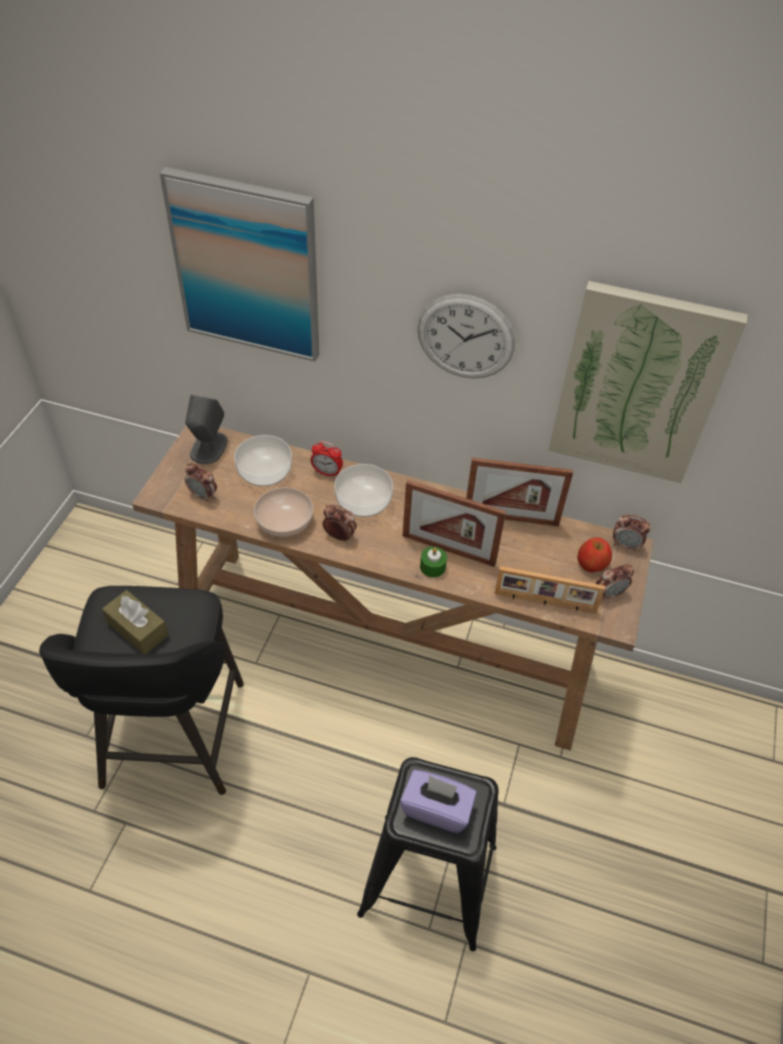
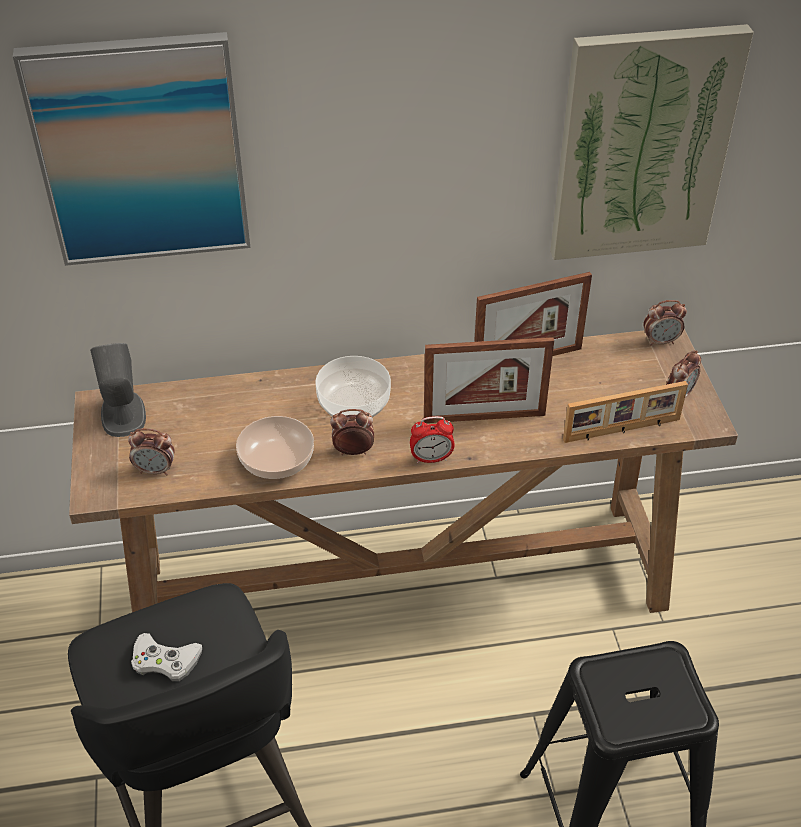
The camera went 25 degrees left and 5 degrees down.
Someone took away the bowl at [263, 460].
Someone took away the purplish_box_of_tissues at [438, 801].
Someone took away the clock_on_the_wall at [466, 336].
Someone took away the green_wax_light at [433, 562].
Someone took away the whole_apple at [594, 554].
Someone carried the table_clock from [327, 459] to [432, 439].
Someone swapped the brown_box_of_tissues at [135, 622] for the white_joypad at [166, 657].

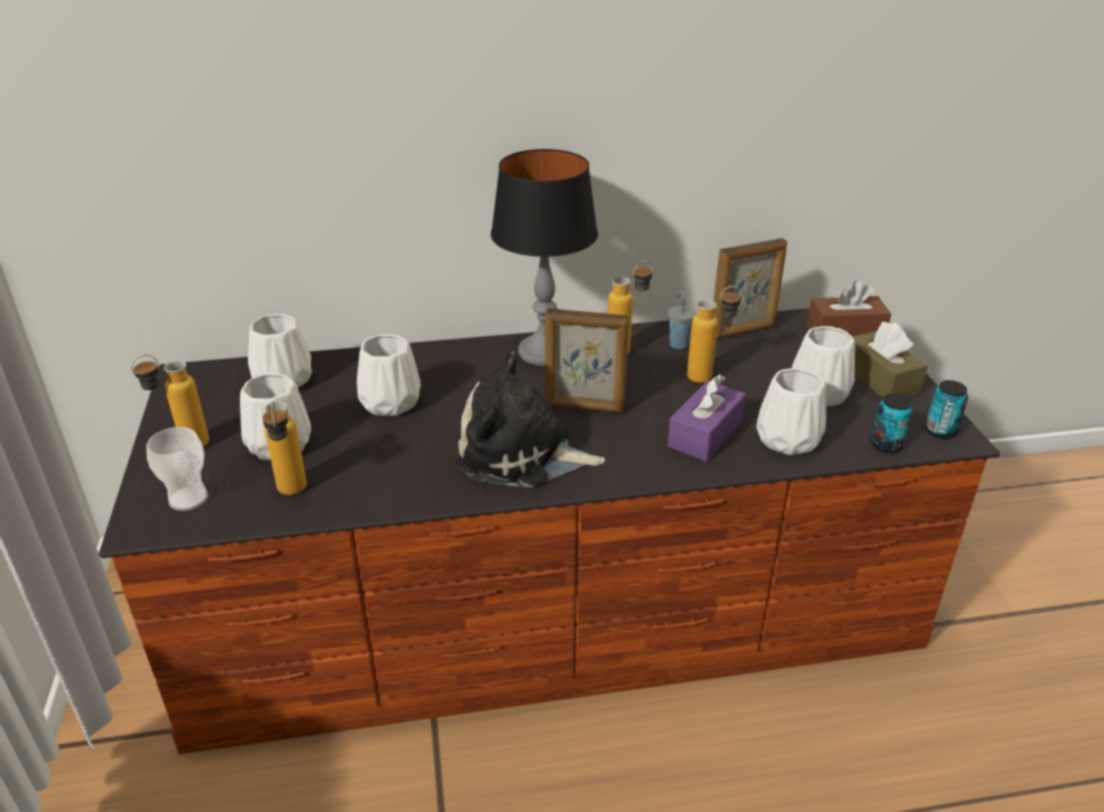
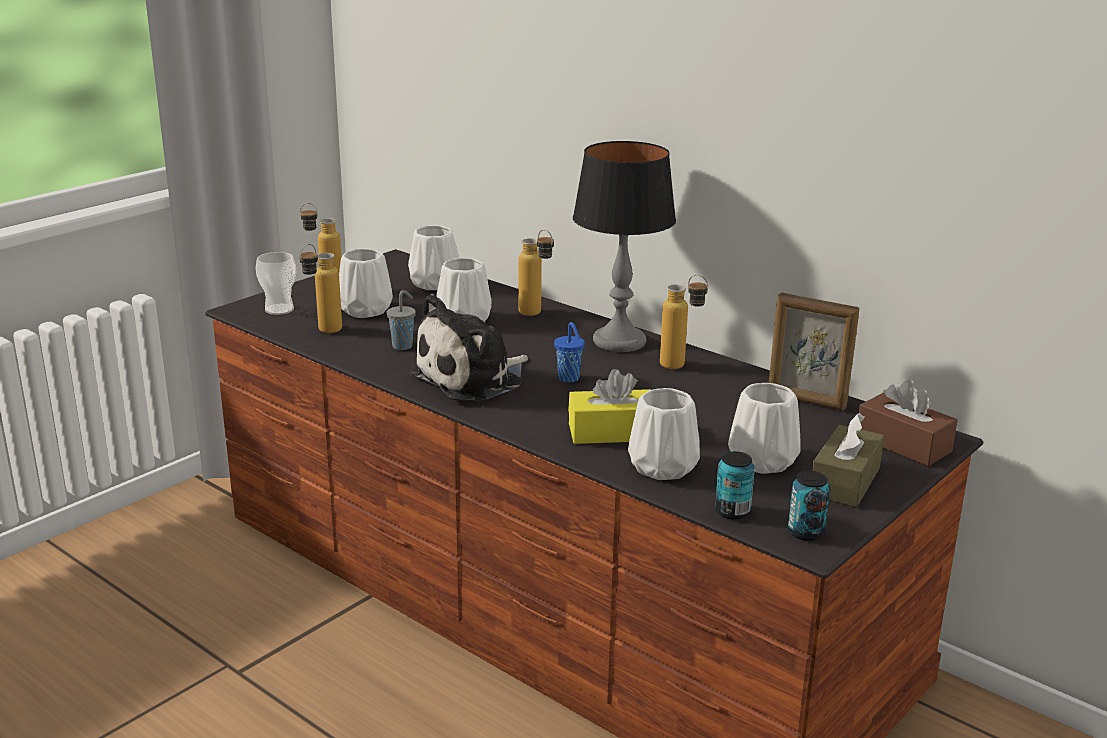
The camera went 50 degrees right and 10 degrees down.
Someone carried the gray_drinking_cup from [682, 320] to [401, 320].
Someone carried the bottle from [715, 334] to [536, 272].
Someone swapped the picture_frame at [587, 360] for the blue_drinking_cup at [569, 352].
Someone repainted the purplish_box_of_tissues at [707, 417], which became the yellow-coloured_box_of_tissues at [609, 406].
Someone rotated the cuddly_toy at [530, 419] by 105 degrees counterclockwise.

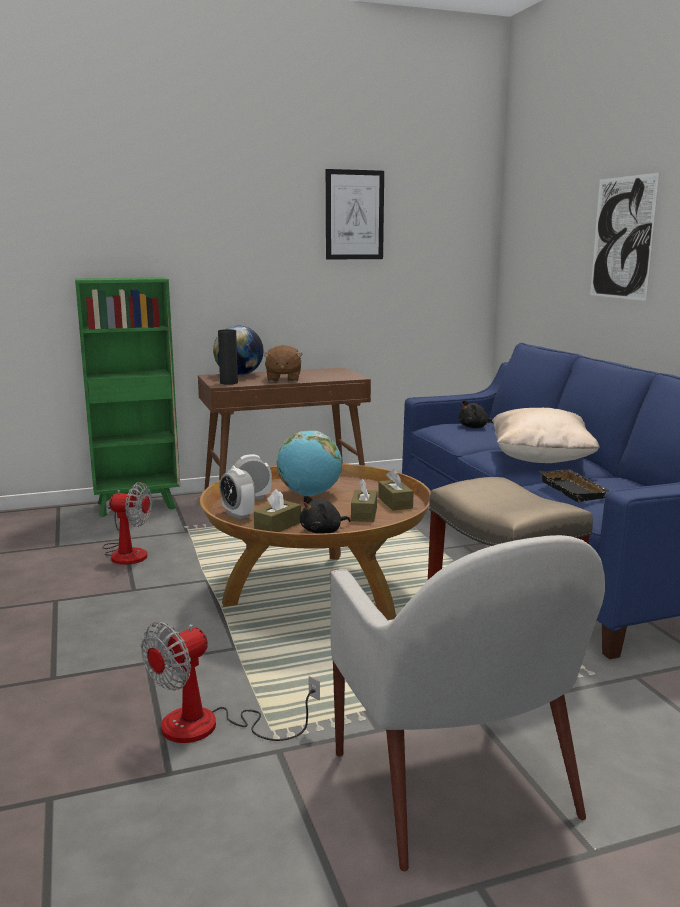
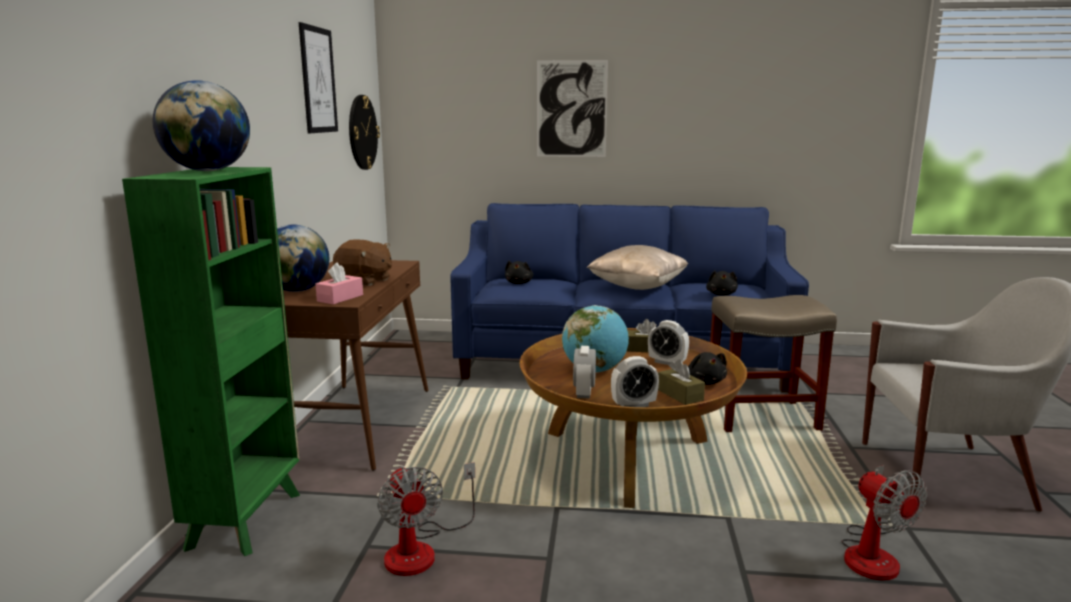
The camera went 65 degrees left and 0 degrees up.
Someone put down the world_globe at [201, 125].
Someone put up the clock_on_the_wall at [364, 132].
Someone swapped the black_decorative_vase at [228, 357] for the pink_box_of_tissues at [339, 284].
Someone swapped the brown_box_of_tissues at [364, 500] for the table_clock at [668, 342].
Someone swapped the black_carrying_tray at [574, 485] for the black_cuddly_toy at [722, 283].
Someone rotated the fan at [127, 523] by 120 degrees clockwise.

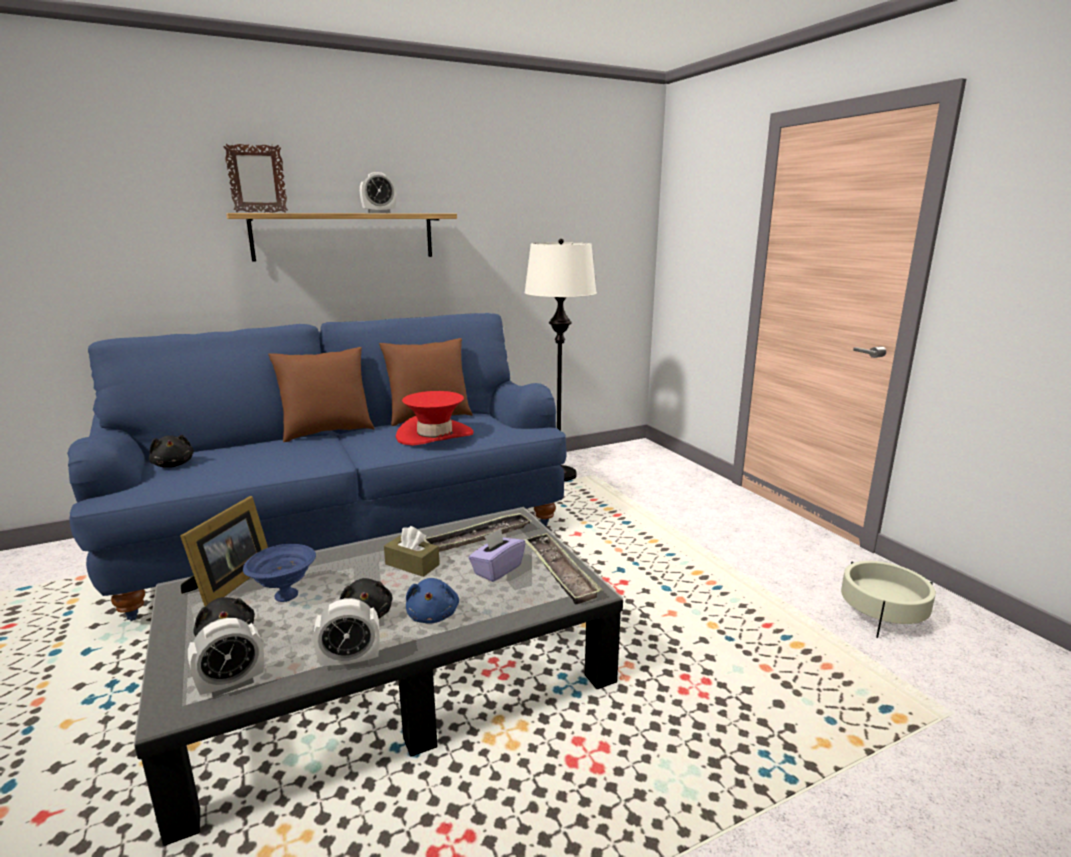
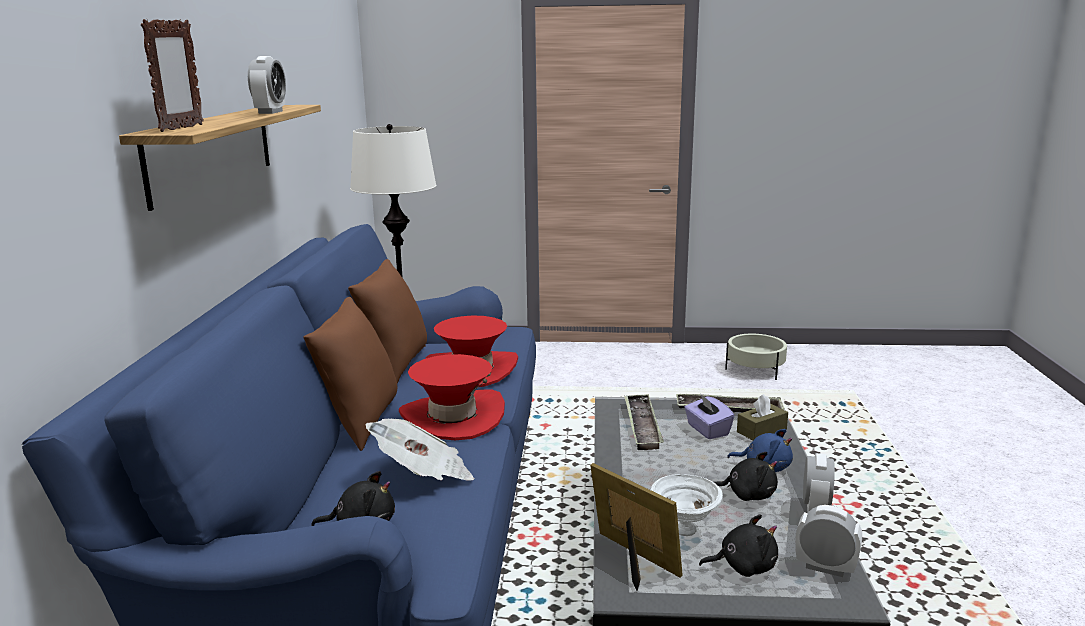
The camera went 60 degrees left and 0 degrees up.
Someone put down the daily_paper at [420, 449].
Someone put down the red_wearable_hat at [452, 397].
Someone carried the brown_box_of_tissues from [412, 551] to [762, 417].
Someone repainted the blue_bowl at [279, 573], which became the white_bowl at [687, 505].
Someone rotated the table_clock at [226, 657] by 60 degrees counterclockwise.

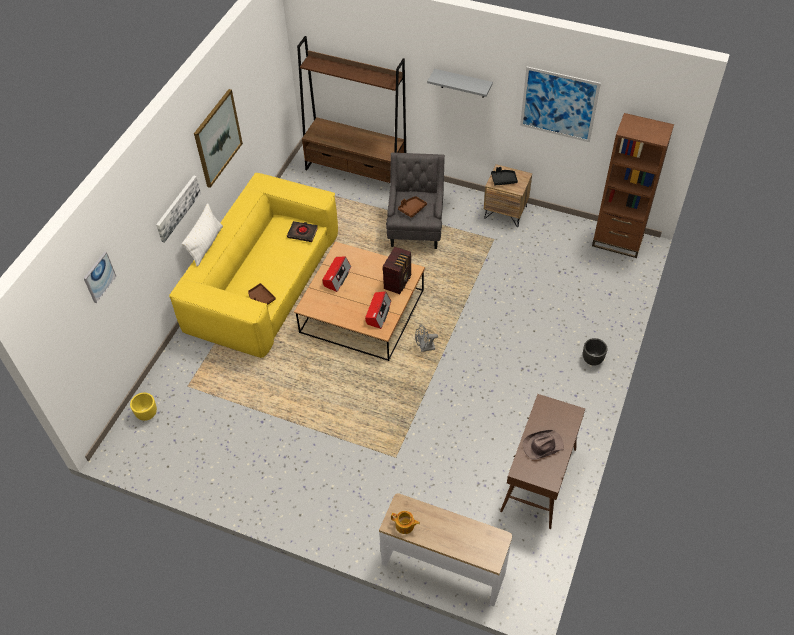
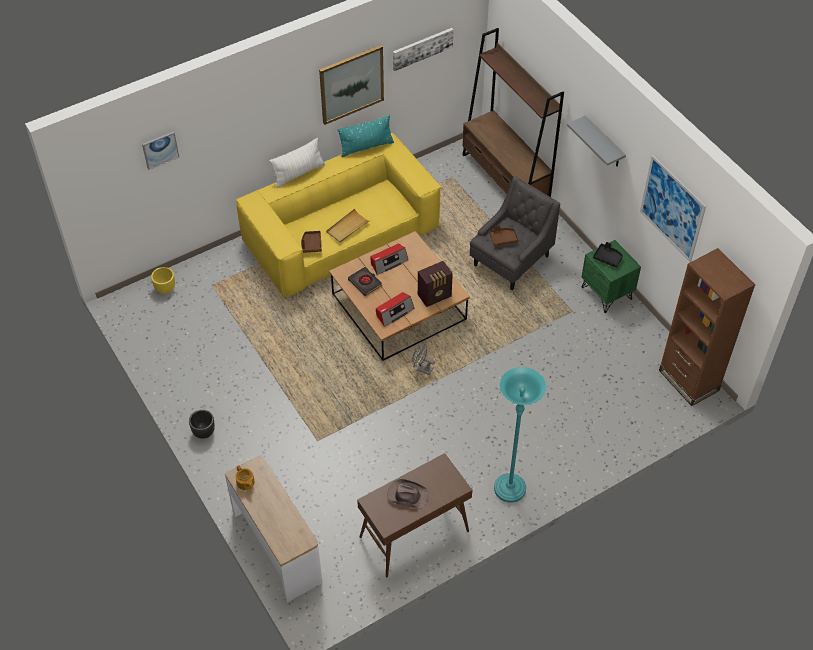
The camera went 35 degrees right and 0 degrees up.
Someone put down the beige_carrying_tray at [347, 226].
Someone put down the blue-green_cushion at [365, 136].
Someone put down the blue-green_standing_lamp at [520, 435].
Someone carried the wall_picture from [178, 209] to [423, 49].
Someone carried the black_bound_book from [302, 231] to [365, 281].
Someone carried the black_planter from [595, 352] to [202, 424].
Someone repainted the brown_nightstand at [508, 195], which became the green_nightstand at [611, 276].

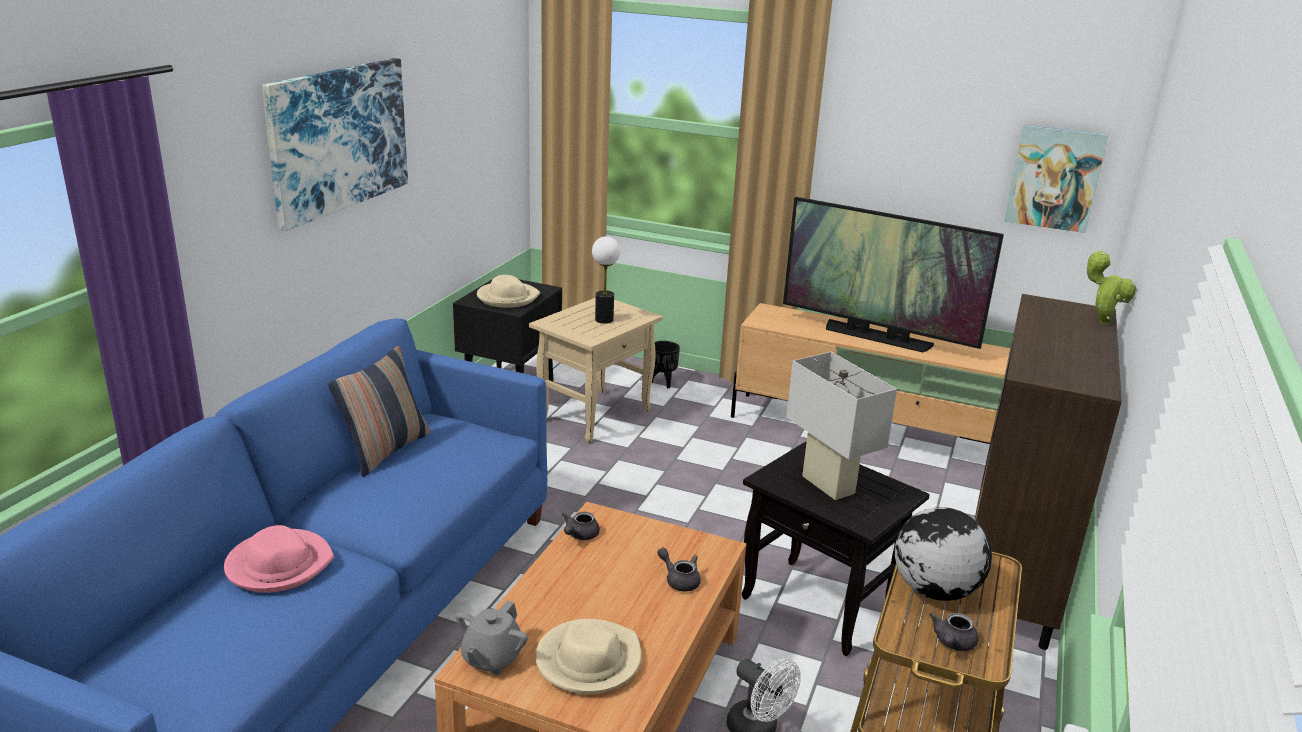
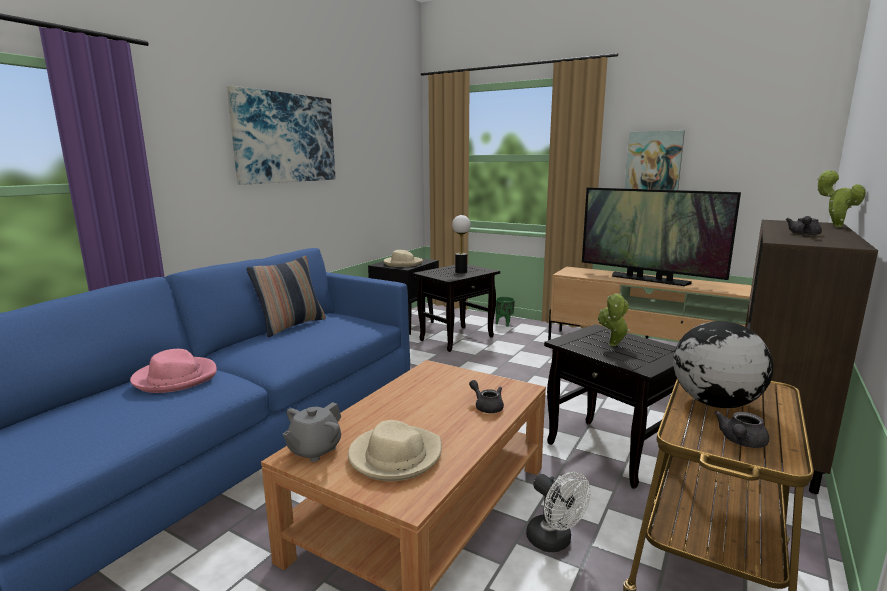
The camera went 10 degrees right and 10 degrees down.
Someone carried the gray_teapot from [581, 526] to [804, 225].
Someone carried the wall_picture from [1056, 178] to [655, 160].
Someone swapped the white_table_lamp at [841, 426] for the potted_plant at [614, 319].
Someone repainted the beige_side_table at [596, 370], which became the black_side_table at [456, 308].
Someone repainted the black_planter at [666, 364], which became the green_planter at [505, 312].

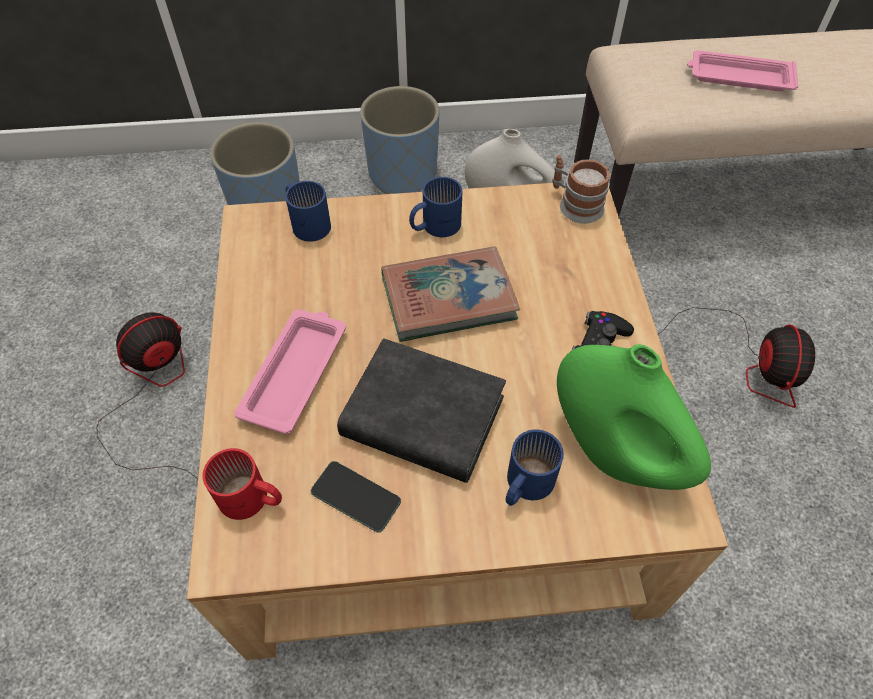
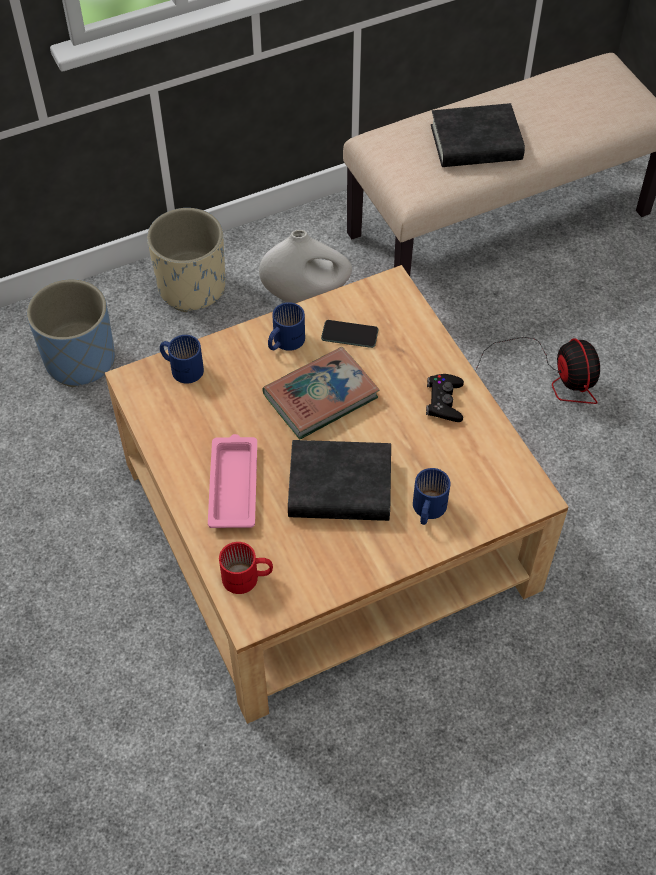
The camera went 20 degrees left and 0 degrees up.
Someone took away the fan at [147, 396].
Someone took away the coffee_mug at [581, 189].
Someone took away the green_decorative_vase at [634, 417].
Someone carried the phone from [356, 496] to [350, 334].
Someone swapped the pink_carrying_tray at [742, 71] for the black_bound_book at [478, 135].
Someone repainted the blue_planter at [399, 140], which became the beige_planter at [186, 260].

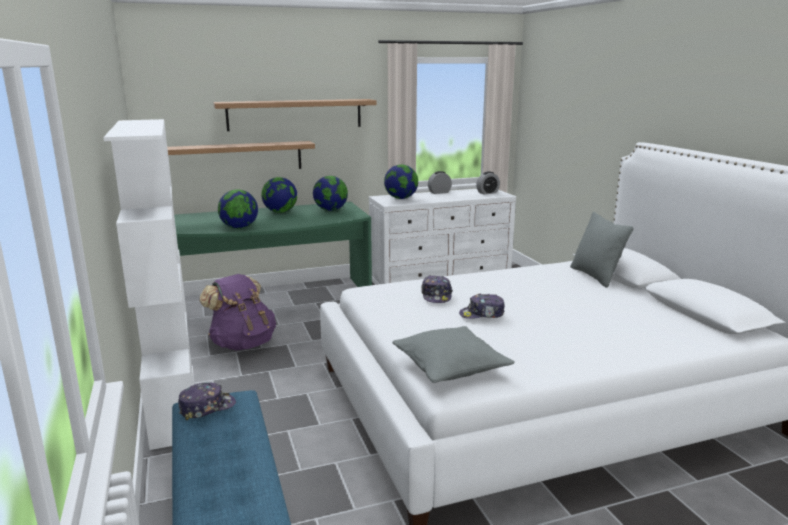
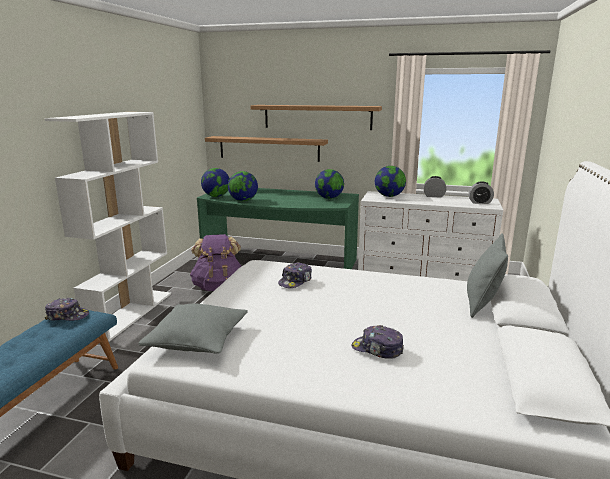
The camera went 35 degrees right and 0 degrees up.
Someone carried the world_globe from [279, 195] to [215, 182].
Someone carried the cap from [482, 306] to [377, 342].

